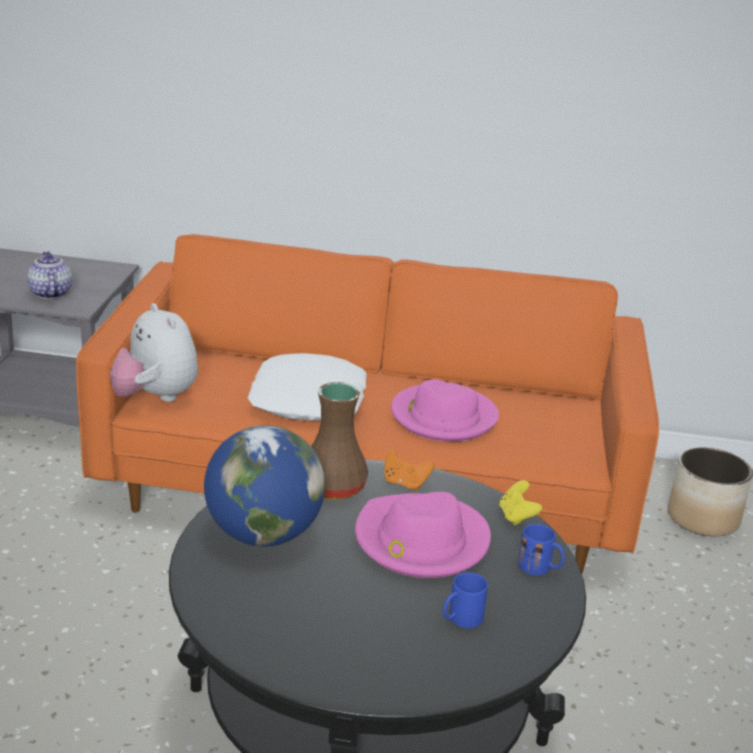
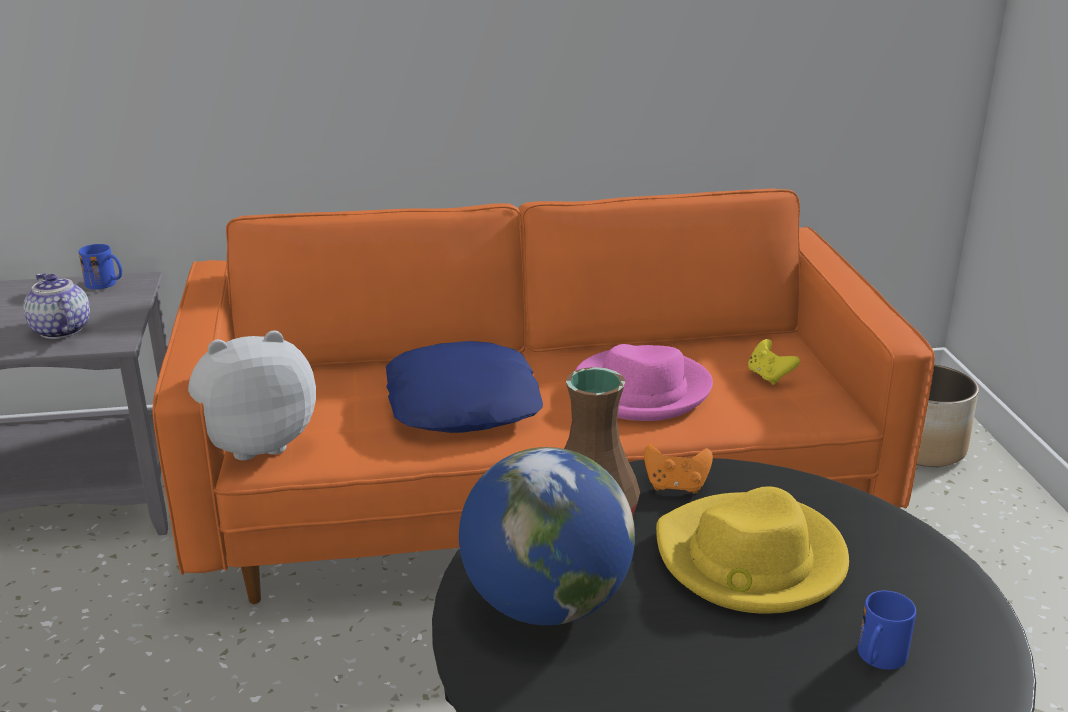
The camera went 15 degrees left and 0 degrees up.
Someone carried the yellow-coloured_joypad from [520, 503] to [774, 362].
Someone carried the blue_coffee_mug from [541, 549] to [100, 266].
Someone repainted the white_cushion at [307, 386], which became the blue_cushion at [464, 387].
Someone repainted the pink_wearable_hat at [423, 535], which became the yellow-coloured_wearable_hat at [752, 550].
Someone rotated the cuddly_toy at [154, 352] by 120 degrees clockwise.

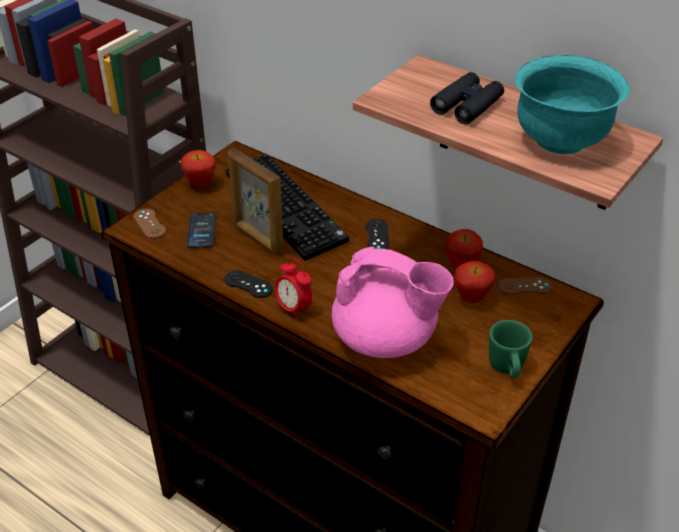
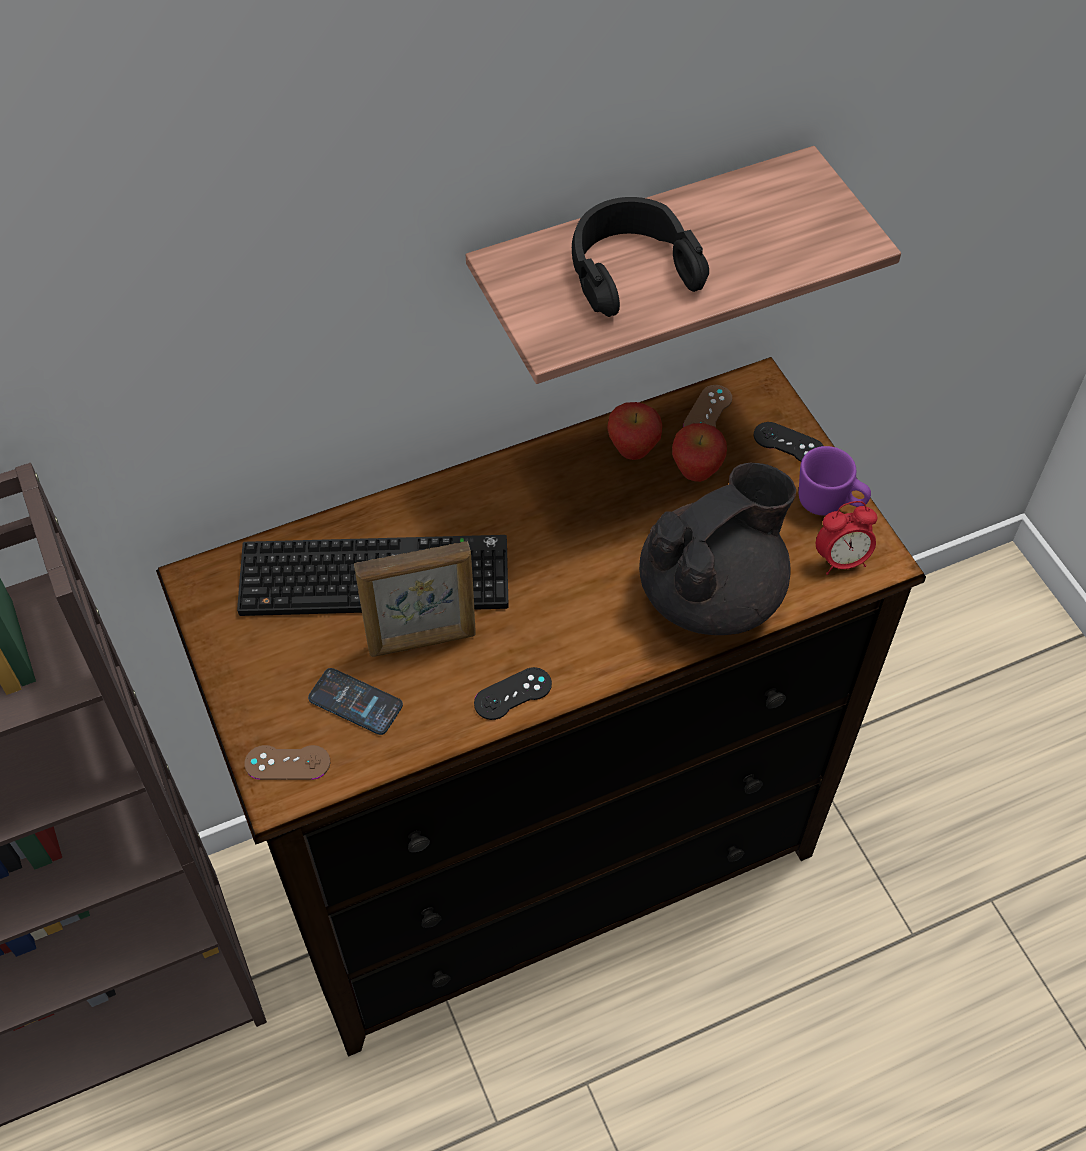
The camera went 60 degrees left and 15 degrees up.
Someone took away the whole_apple at [198, 169].
Someone took away the blue-green_bowl at [572, 104].
Someone carried the table_clock from [293, 289] to [846, 538].
Someone carried the black_joypad from [378, 234] to [788, 442].
Someone swapped the black_binoculars at [467, 98] for the black_headphones at [640, 257].
Someone repainted the pink_teapot at [393, 302], which became the black_teapot at [717, 548].
Someone repainted the green_coffee_mug at [511, 349], which became the purplish_coffee_mug at [835, 480].

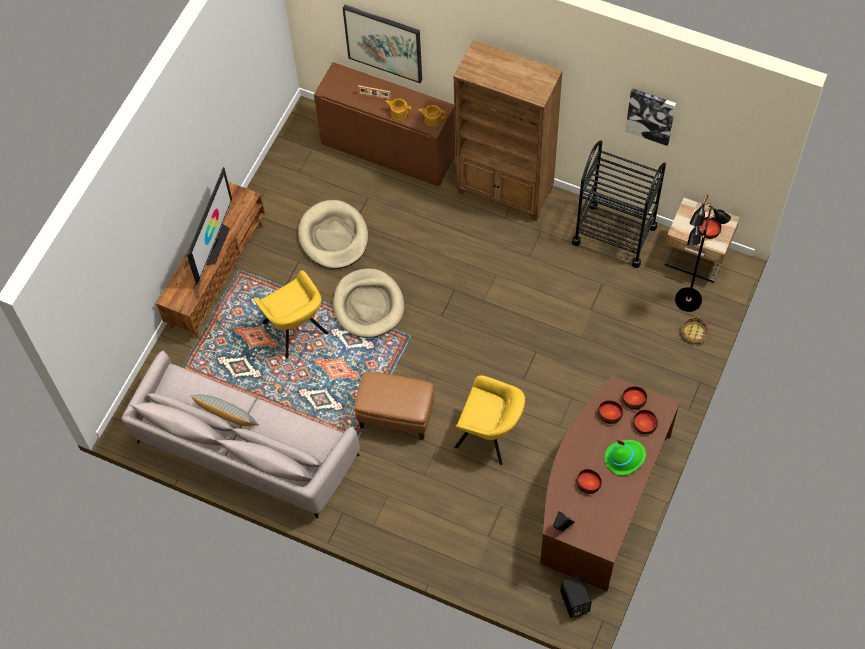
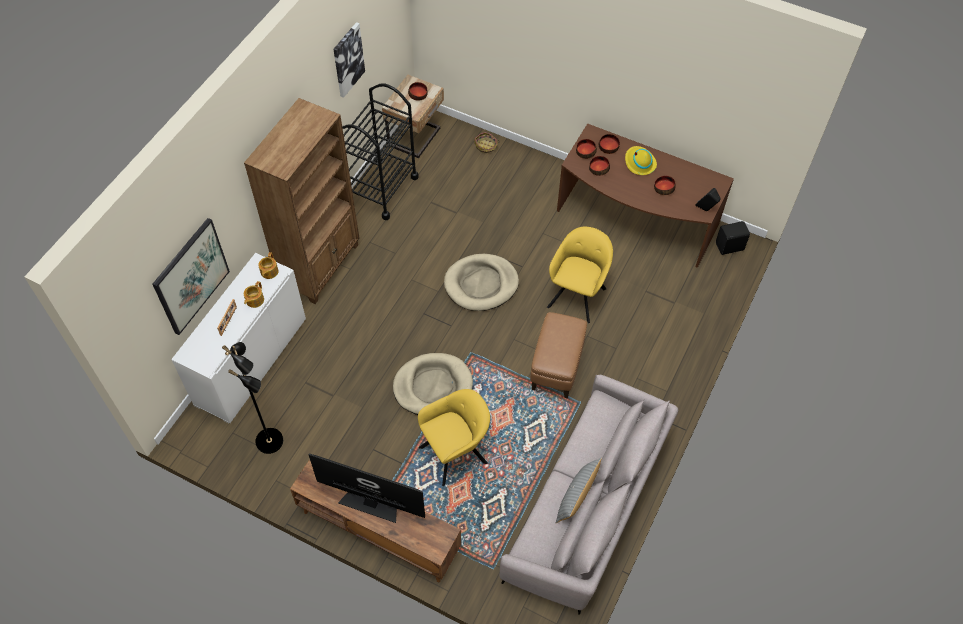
The camera went 90 degrees left and 5 degrees down.
Someone carried the beige_dog_bed from [333, 234] to [481, 282].
Someone carried the black_standing_lamp from [703, 253] to [252, 398].
Someone repainted the brown_storage_cabinet at [384, 124], which became the white_storage_cabinet at [238, 338].
Someone repainted the green_wearable_hat at [625, 457], which became the yellow-coloured_wearable_hat at [641, 160].

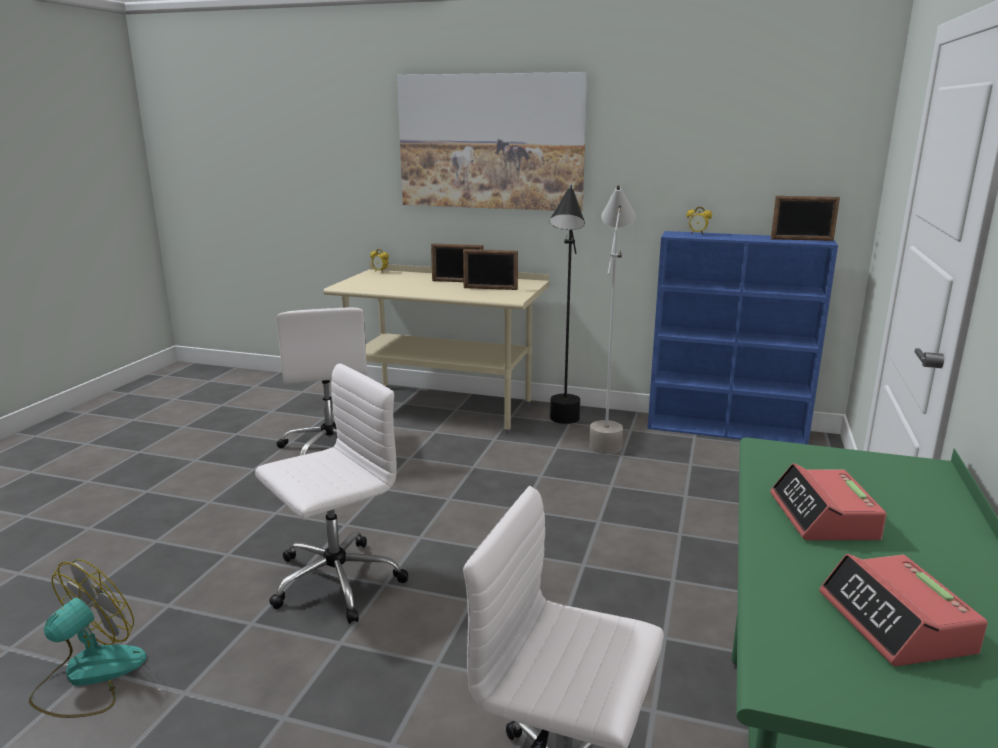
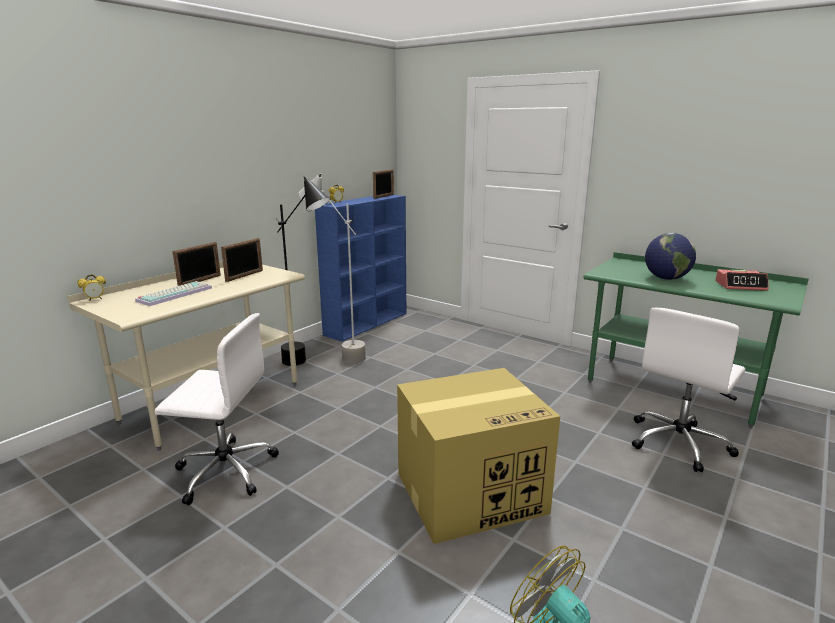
The camera went 70 degrees left and 0 degrees up.
Someone took away the wall_picture at [492, 141].
Someone put down the PC_keyboard at [173, 293].
Someone swapped the white_desk_chair at [331, 493] for the cardboard_box at [478, 456].
Someone swapped the table_clock at [828, 501] for the world_globe at [670, 256].

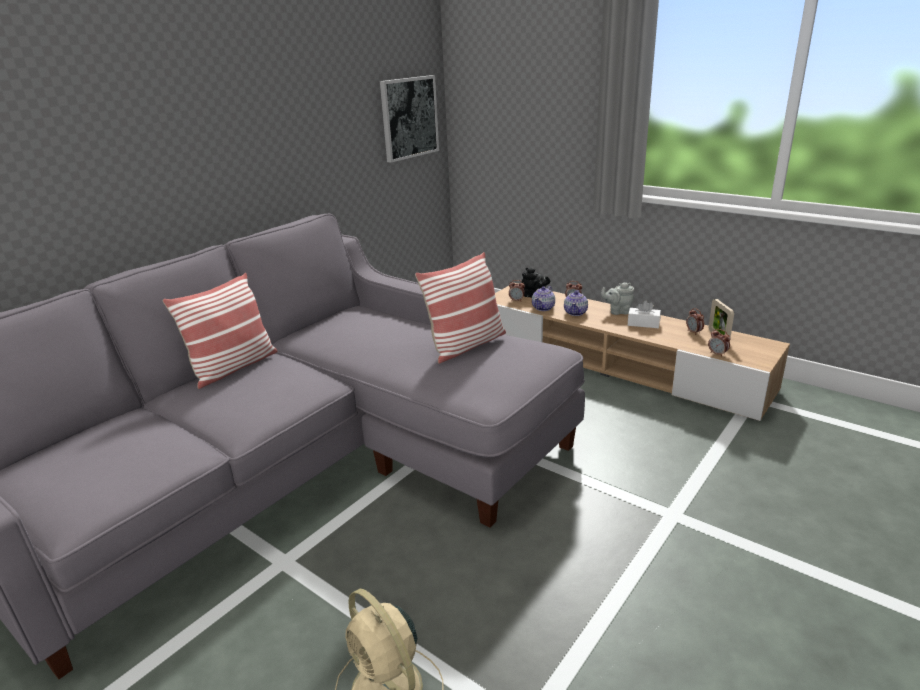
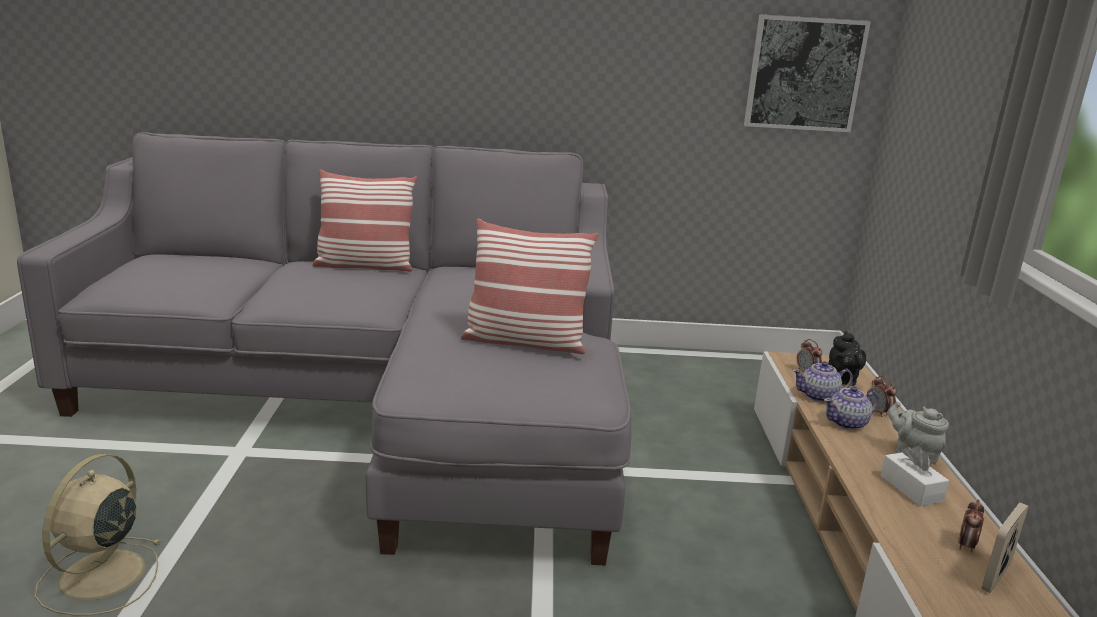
The camera went 50 degrees right and 5 degrees down.
Someone took away the table_clock at [719, 343].

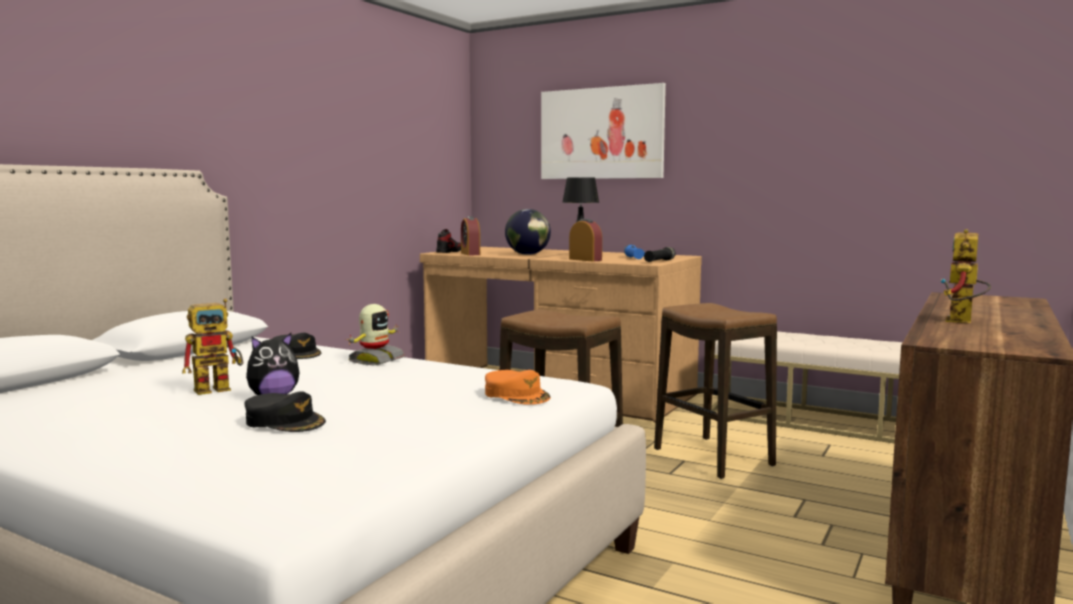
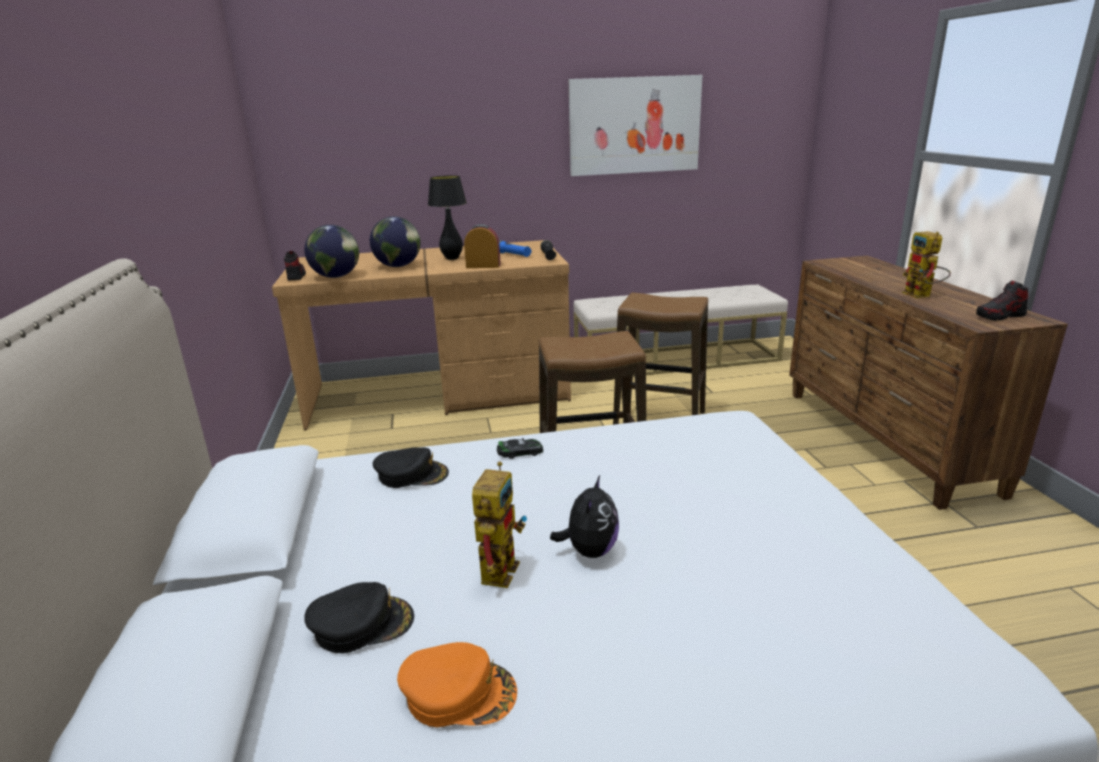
The camera went 40 degrees left and 15 degrees up.
Someone put down the low_shoe at [1002, 301].
Someone carried the black_cap from [285, 411] to [359, 617].
Someone carried the orange-coloured_cap from [518, 387] to [457, 684].
Someone carried the wall_picture from [603, 131] to [635, 125].
Someone swapped the robot_figure at [376, 334] for the toy_car at [520, 448].
Someone swapped the table_clock at [470, 236] for the world_globe at [331, 251].

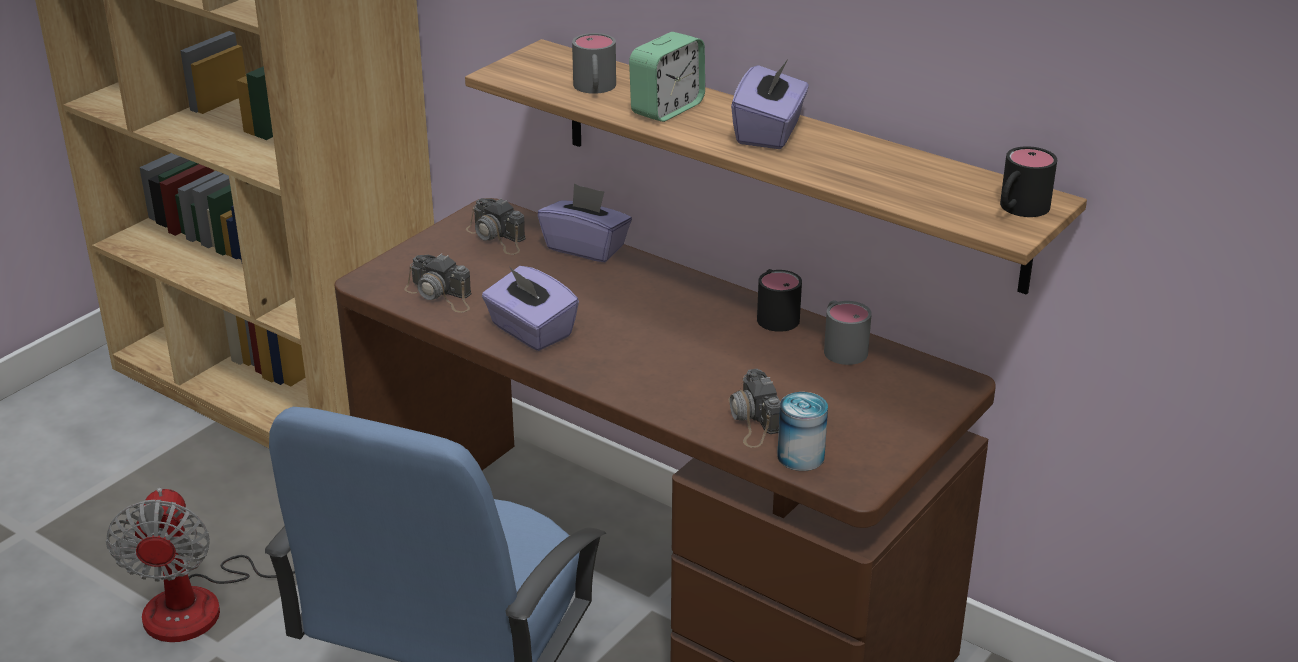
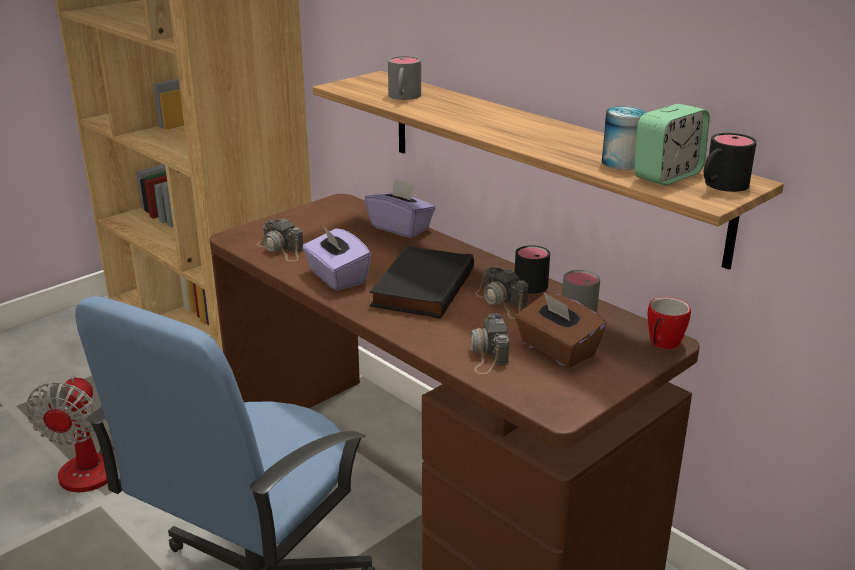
The camera went 10 degrees right and 5 degrees down.
Someone took away the purplish_box_of_tissues at [770, 103].
Someone put down the black_bound_book at [421, 282].
Someone put down the brown_box_of_tissues at [560, 330].
Someone put down the coffee_mug at [669, 323].
Someone carried the still_camera from [496, 226] to [501, 293].
Someone carried the table_clock from [667, 77] to [672, 144].
Someone carried the metal_can from [802, 431] to [624, 138].

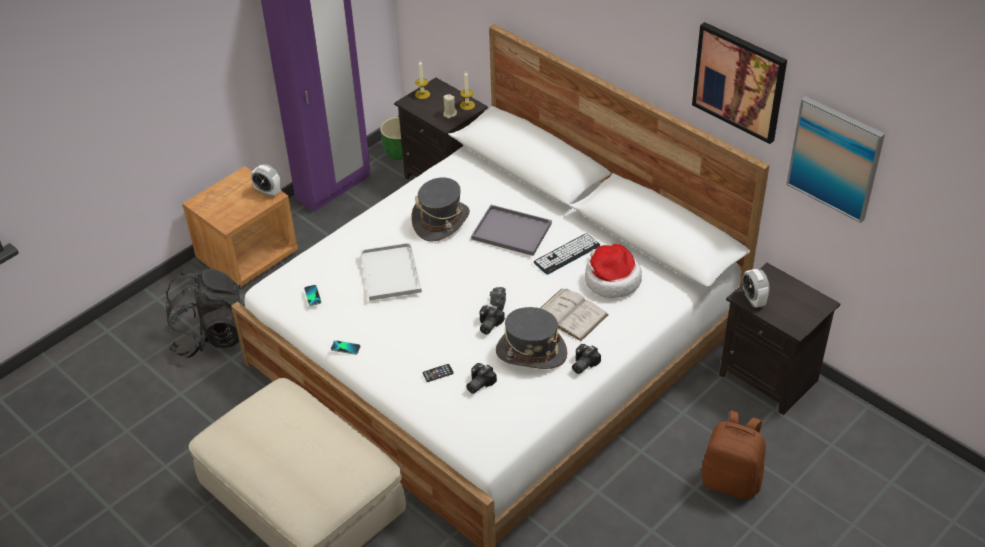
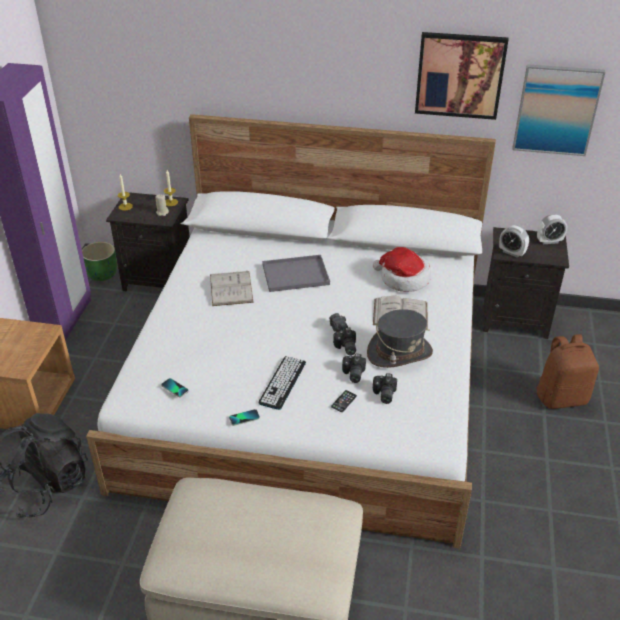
The camera went 35 degrees left and 5 degrees down.
Someone took away the white_carrying_tray at [391, 271].
Someone carried the table_clock from [266, 180] to [552, 229].
Someone carried the PC_keyboard from [567, 254] to [282, 383].
Someone carried the still_camera from [586, 359] to [354, 368].
Someone swapped the gray_wearable_hat at [440, 209] for the white_bound_book at [232, 288].

